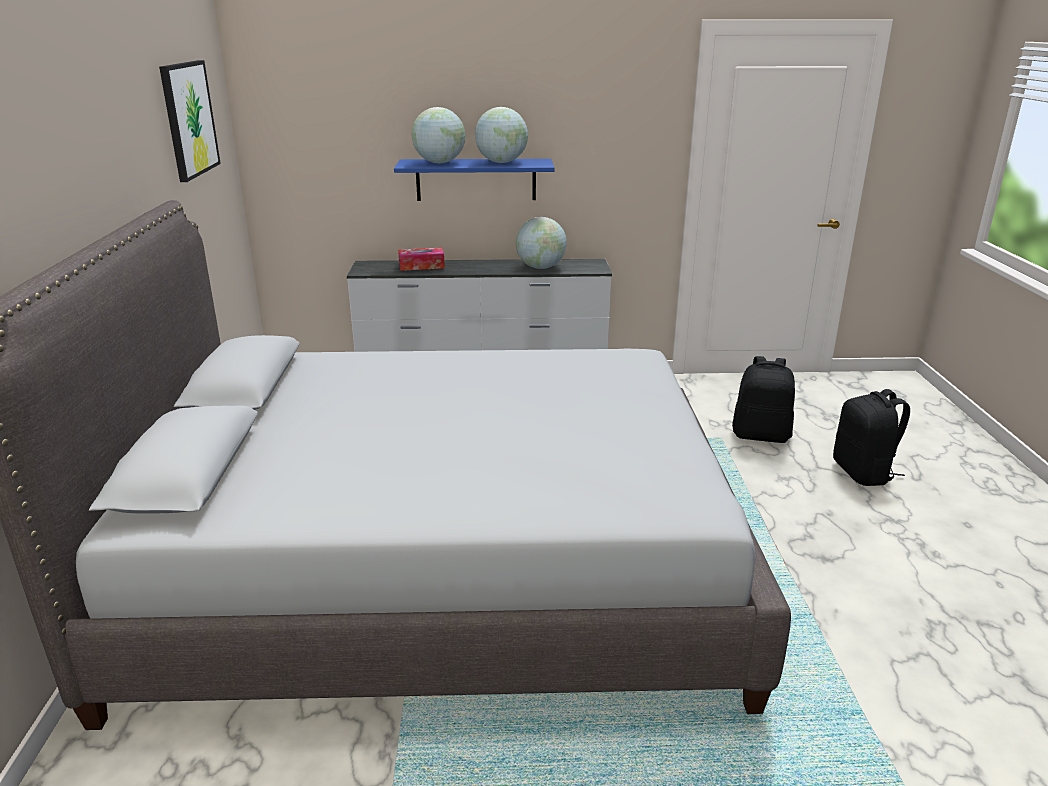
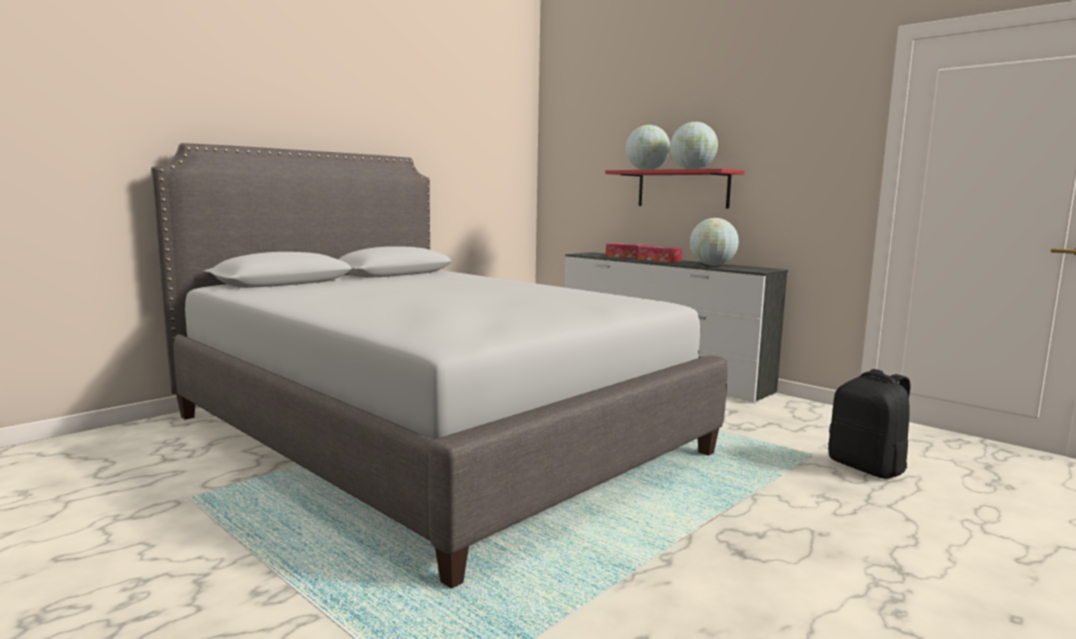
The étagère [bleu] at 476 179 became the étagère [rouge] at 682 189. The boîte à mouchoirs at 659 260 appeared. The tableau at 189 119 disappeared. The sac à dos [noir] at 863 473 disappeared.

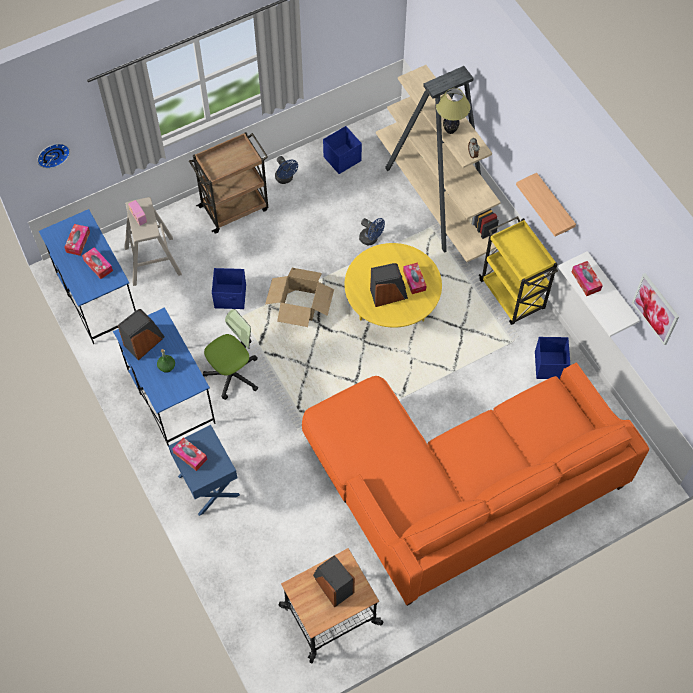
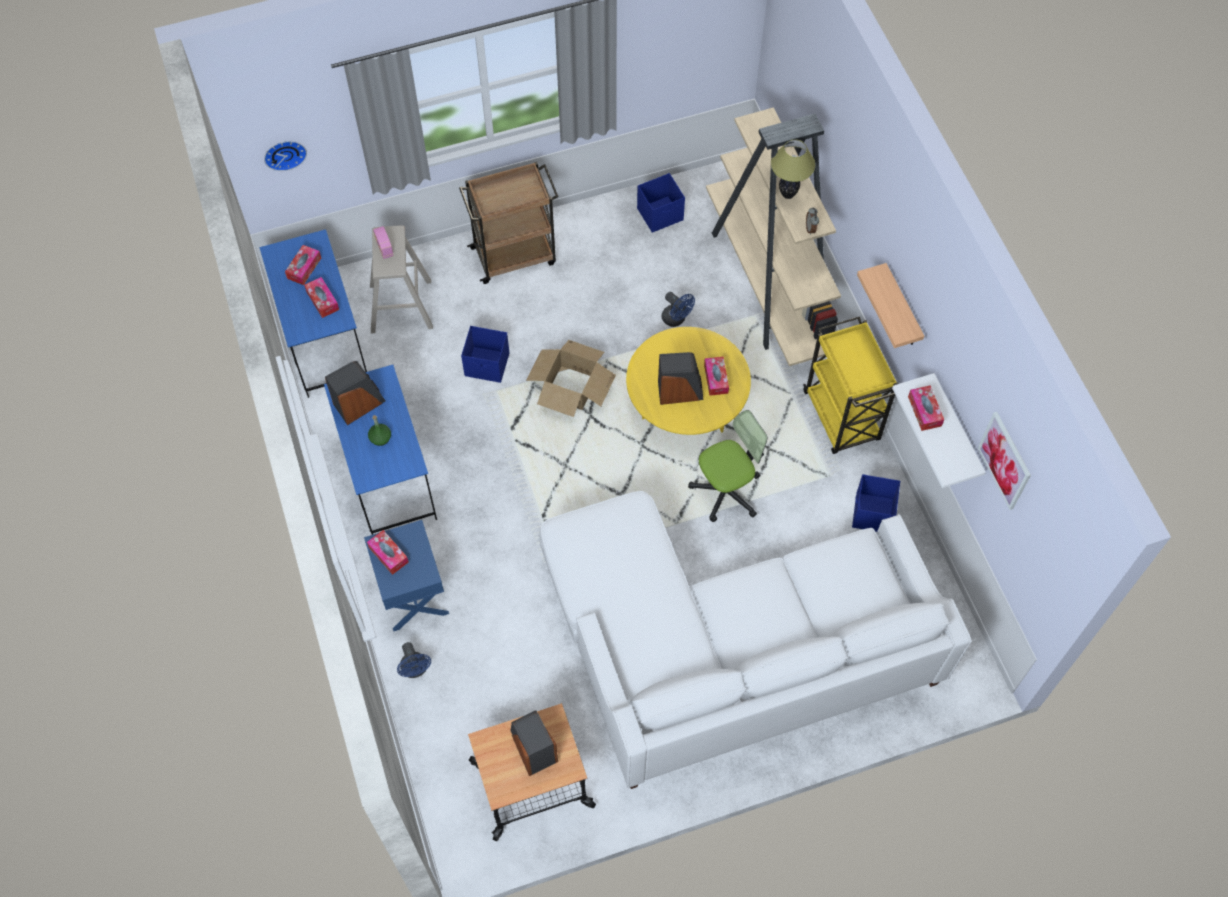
The ventilateur [bleu] moved from 285 179 to 415 670. The canapé [orange] at 459 487 became the canapé [blanc] at 727 649. The chaise de bureau moved from 233 374 to 726 491.

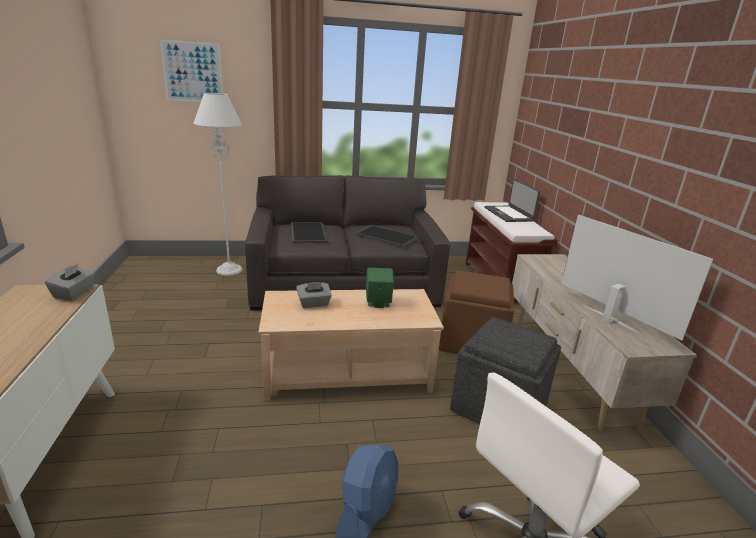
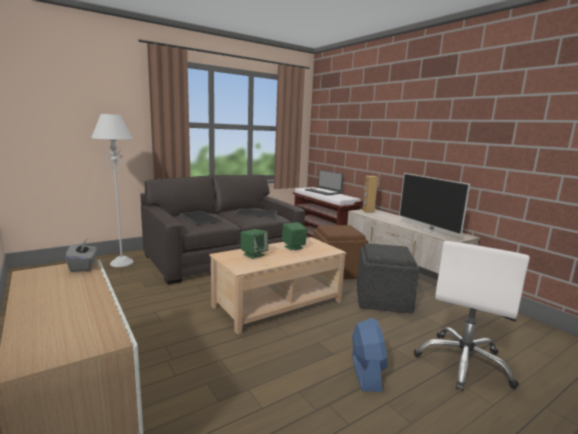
The boîte à mouchoirs [gris] at 314 304 was replaced by the enceinte [vert] at 254 254. The enceinte [marron] at 368 211 appeared. The téléviseur at 609 320 turned 150 degrees counterclockwise. The tableau at 193 72 disappeared.

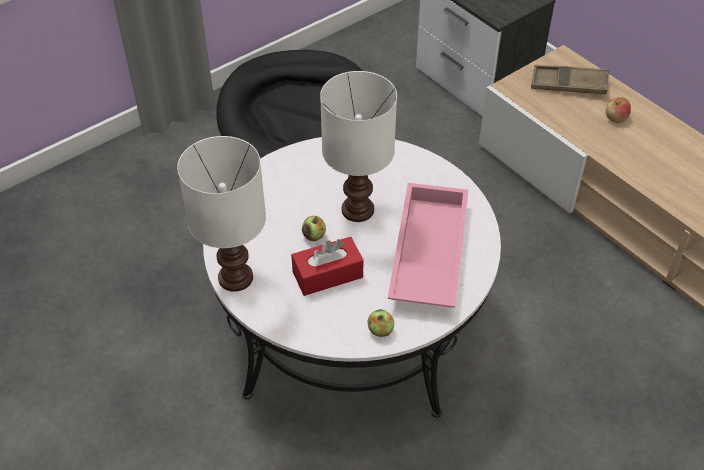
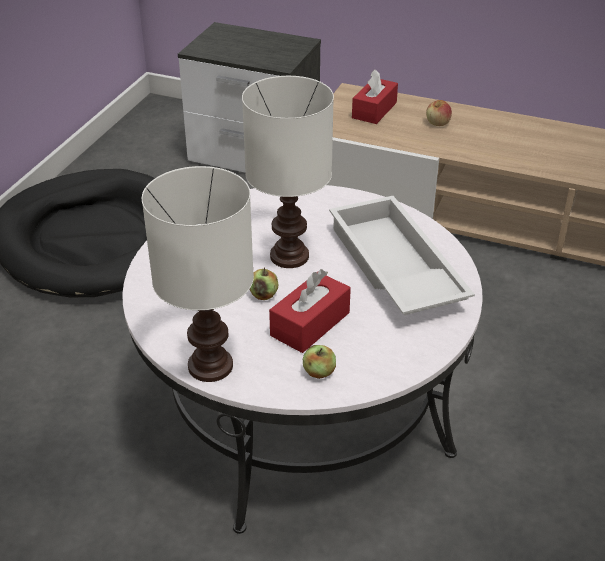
The pomme moved from 380 330 to 319 372. The plateau [rose] at 426 253 became the plateau [blanc] at 392 268. The plateau [marron] at 569 84 was replaced by the boîte à mouchoirs [rouge] at 374 110.

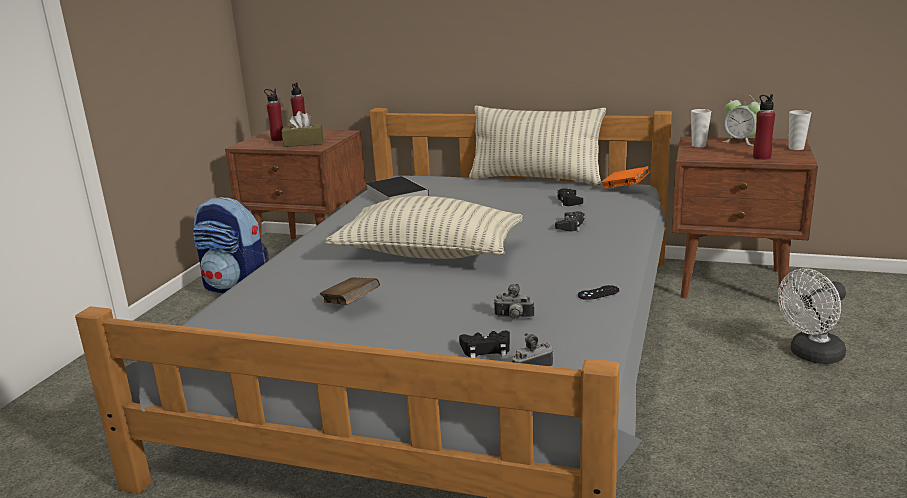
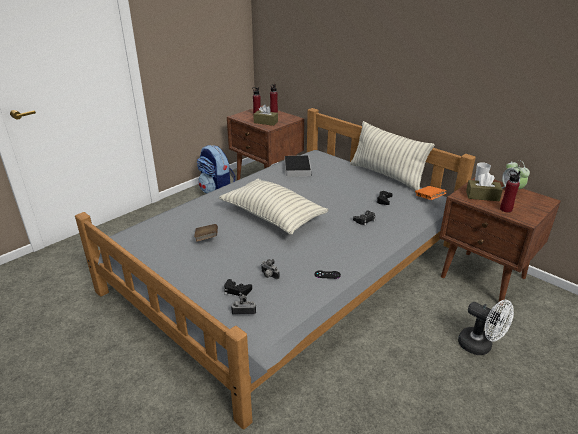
The ventilateur [blanc] at 811 355 turned 135 degrees counterclockwise. The boîte à mouchoirs [marron] at 482 196 appeared. The tasse at 796 148 disappeared.

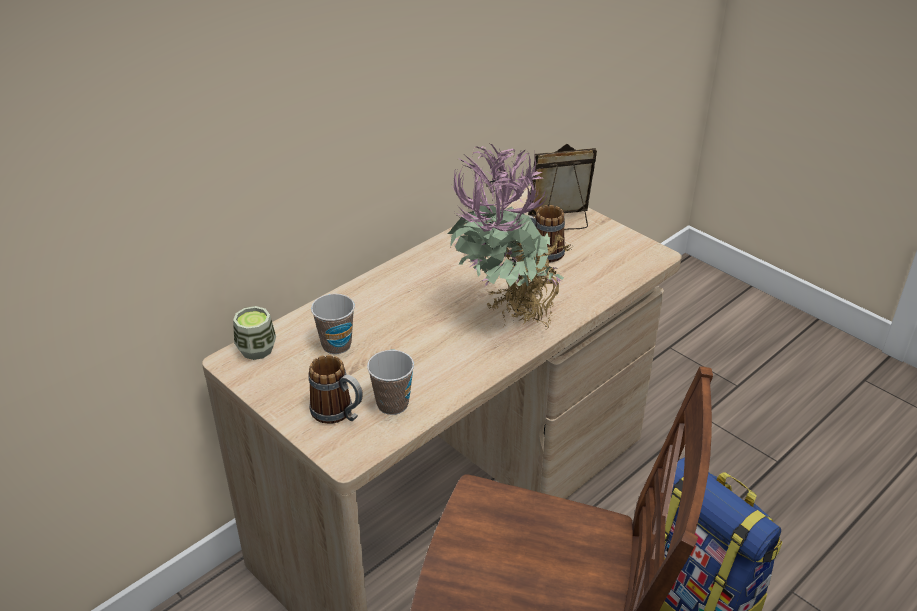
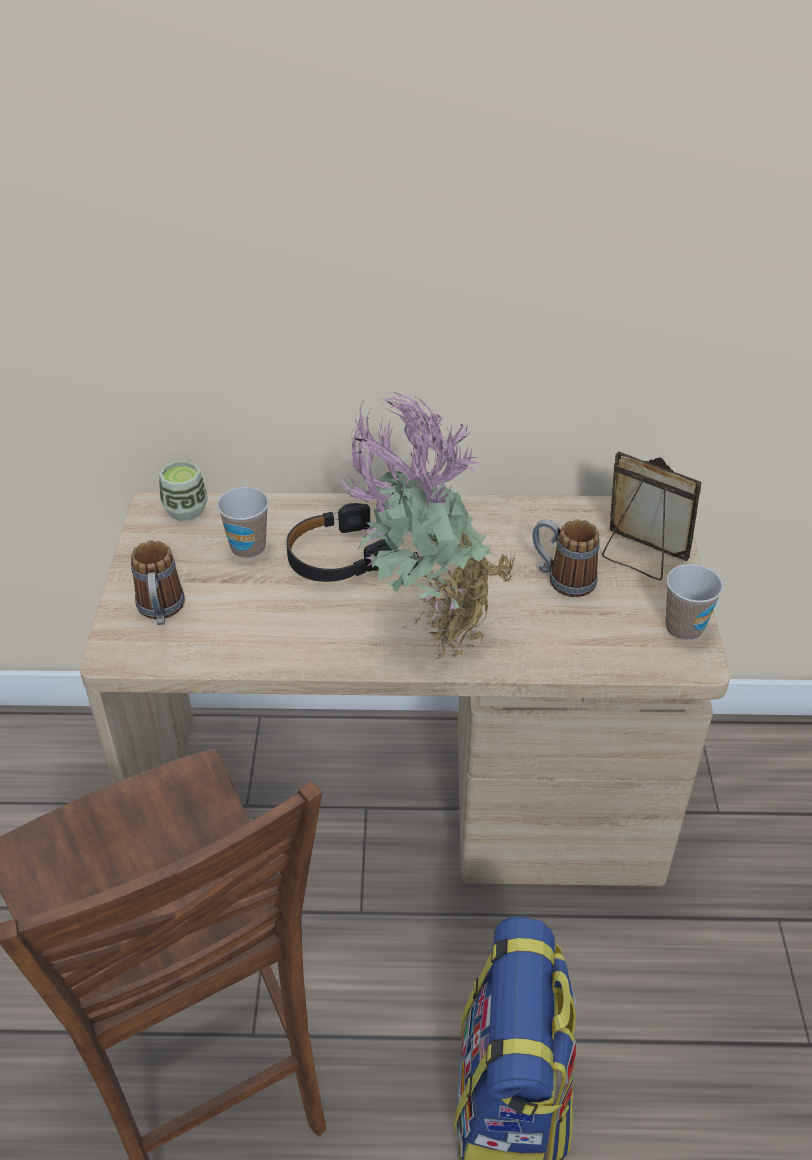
The casque audio [noir] at 336 556 appeared. The tasse moved from 392 404 to 684 628.

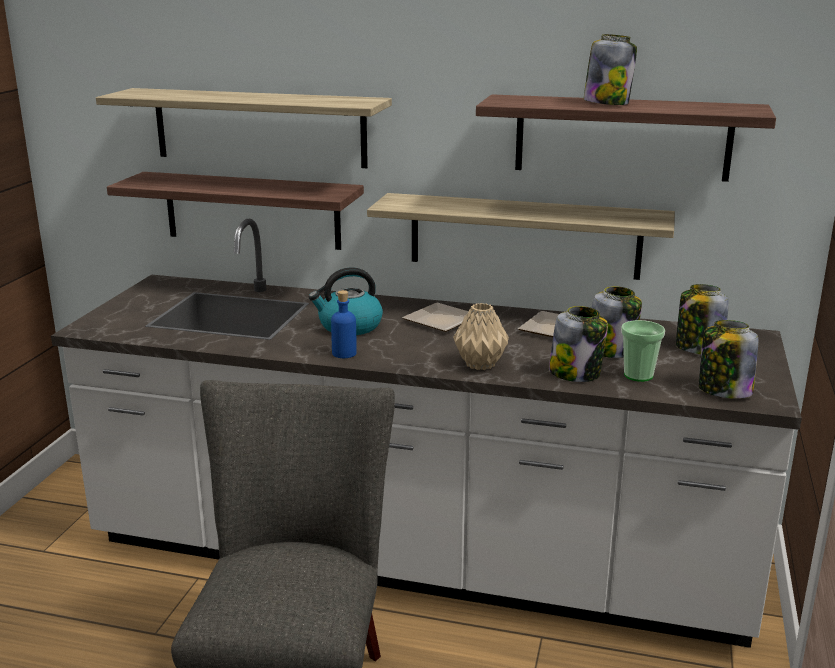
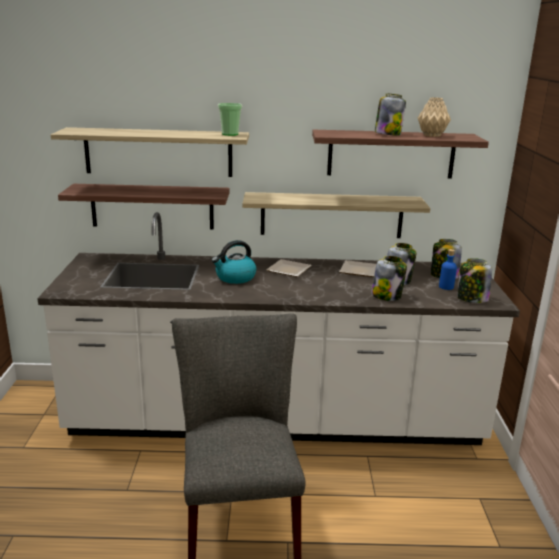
The tasse moved from 638 375 to 230 134. The vase [beige] moved from 480 365 to 432 135. The bouteille [bleu] moved from 344 353 to 446 287.

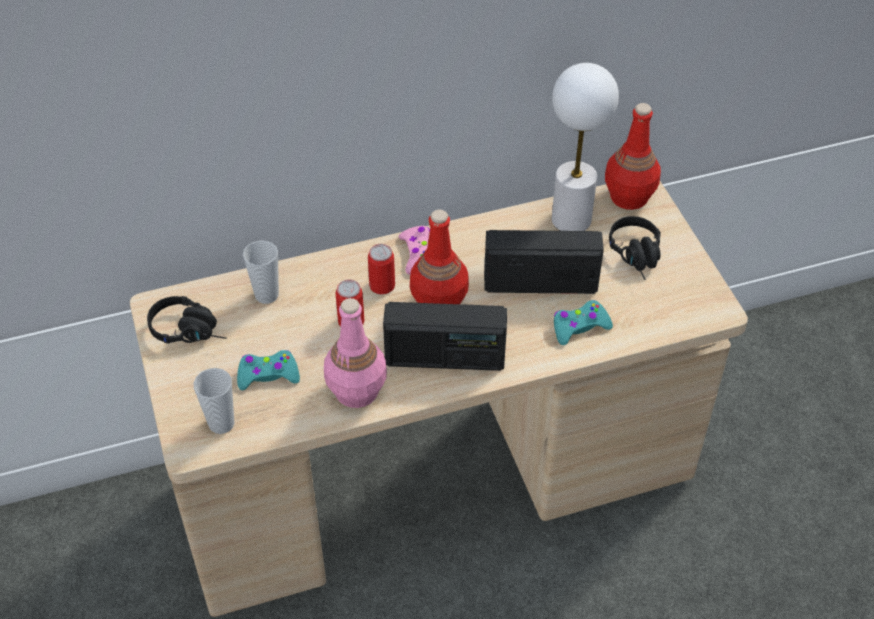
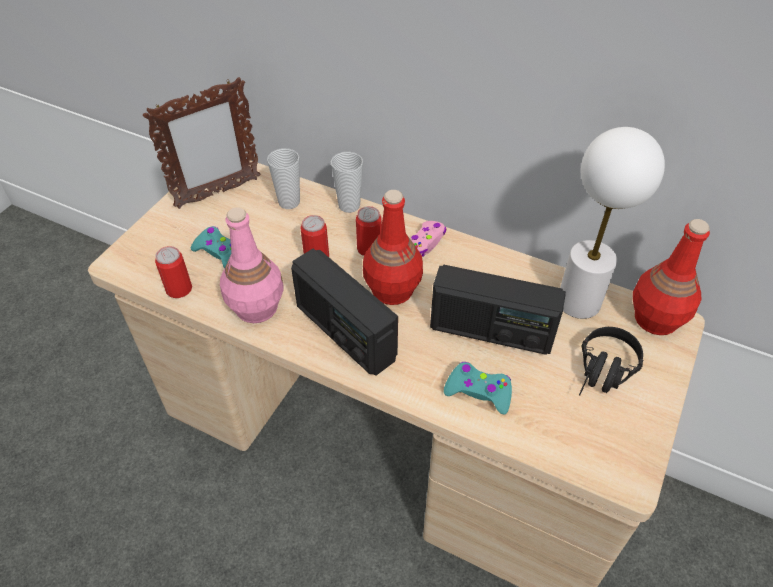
The casque audio [noir] at 192 331 was replaced by the cadre photo at 217 193. The boîte métallique at 179 289 appeared. The tasse moved from 221 423 to 349 205. The radio at 540 282 turned 150 degrees clockwise.

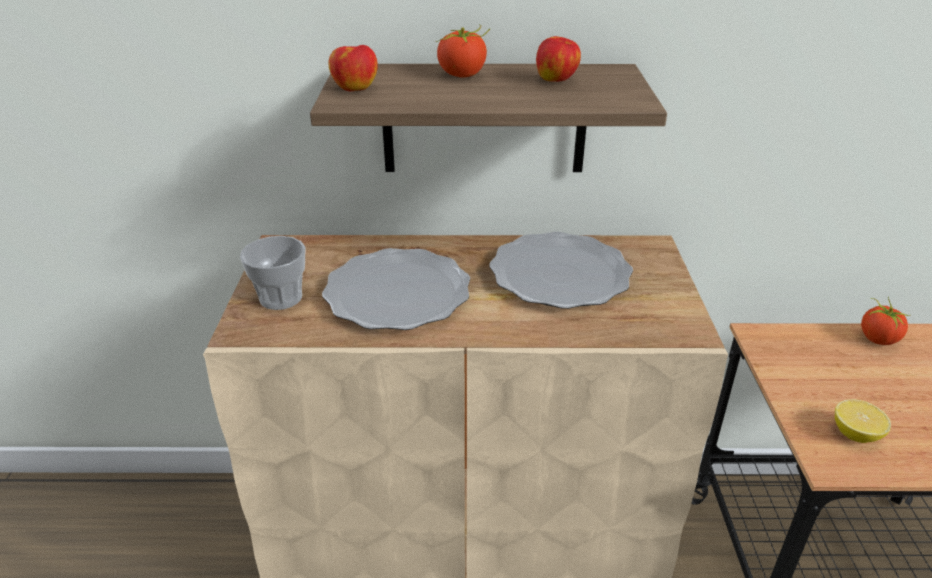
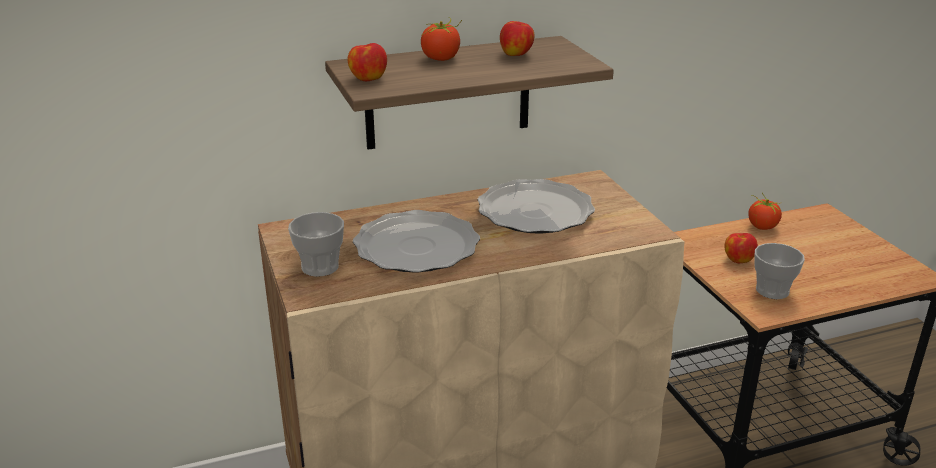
The pomme at 738 259 appeared. The citron at 855 434 was replaced by the tasse at 772 290.

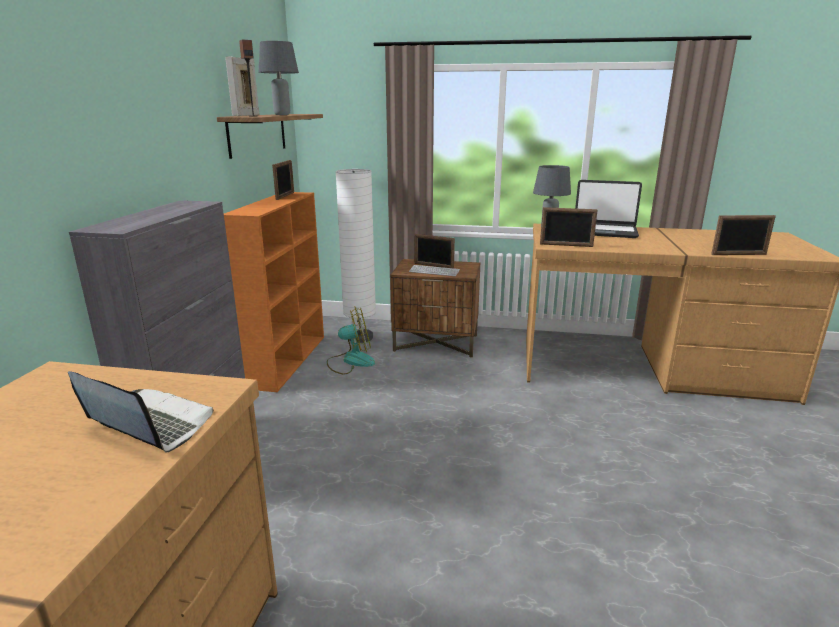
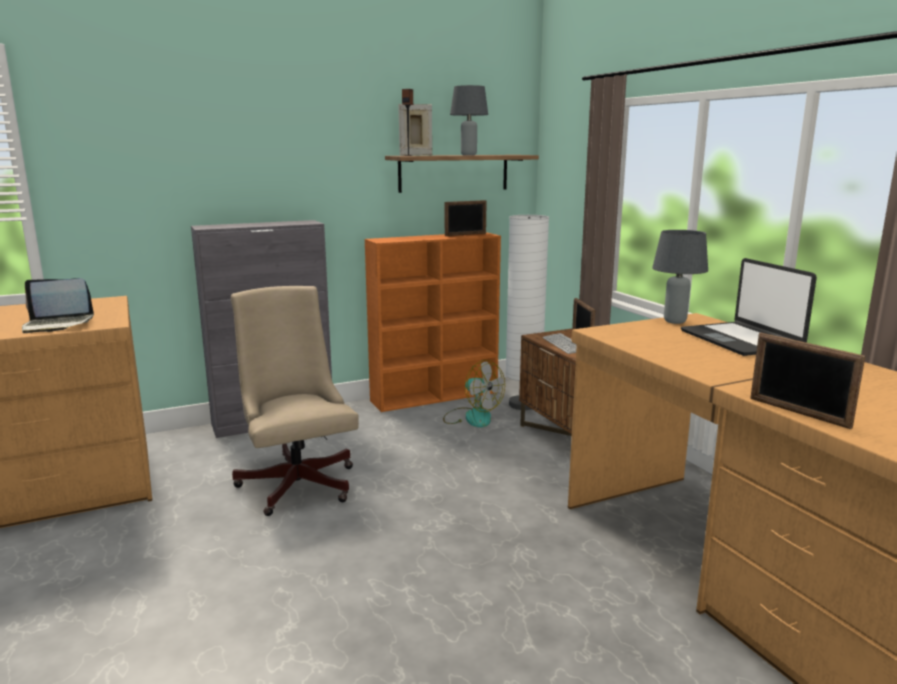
The ordinateur portable at 149 425 turned 90 degrees clockwise. The chaise de bureau [beige] at 297 481 appeared. The cadre photo at 566 245 disappeared.

